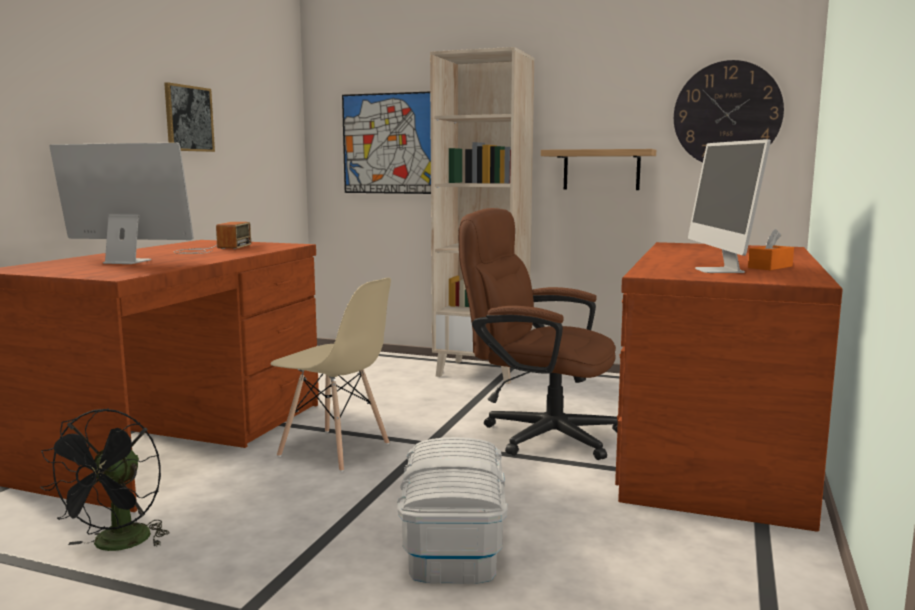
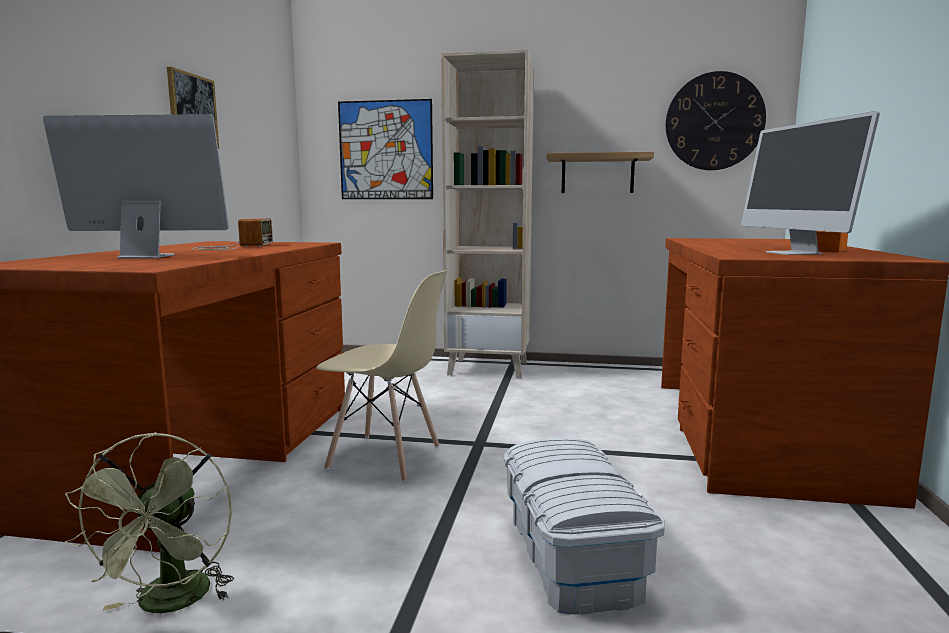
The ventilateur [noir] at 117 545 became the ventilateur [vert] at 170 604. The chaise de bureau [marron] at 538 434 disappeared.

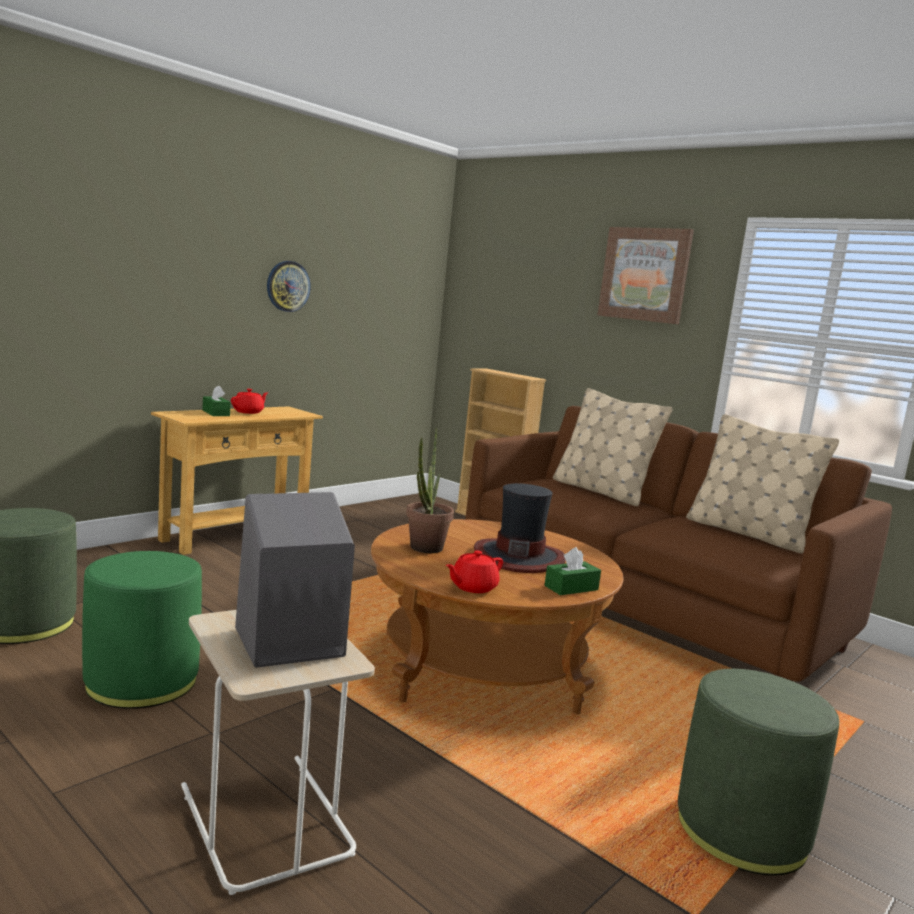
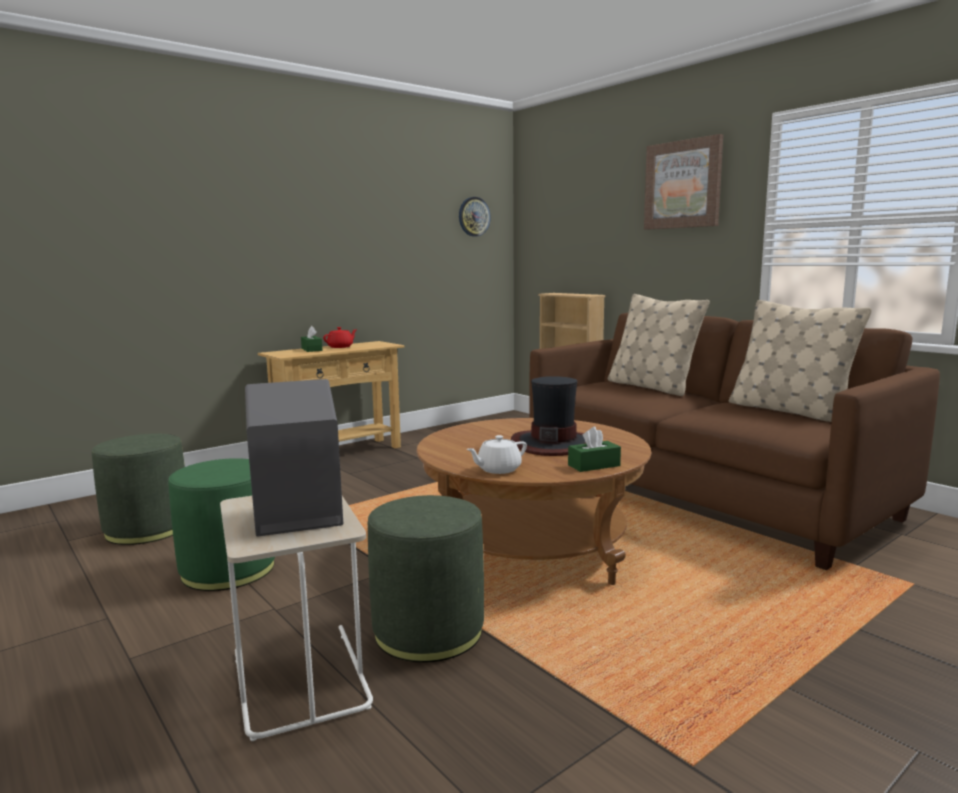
The pouf [vert] moved from 741 830 to 428 631. The horloge murale moved from 288 286 to 474 216. The théière [rouge] at 472 587 became the théière [blanc] at 498 469. The plante en pot at 424 550 disappeared.

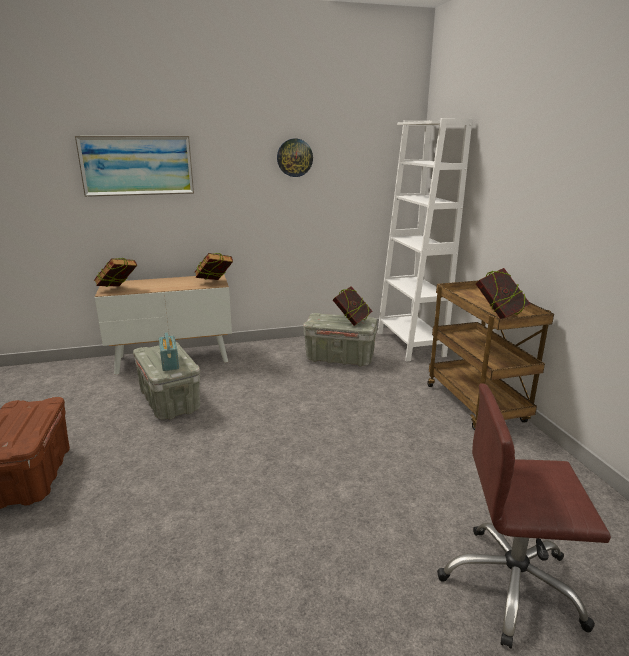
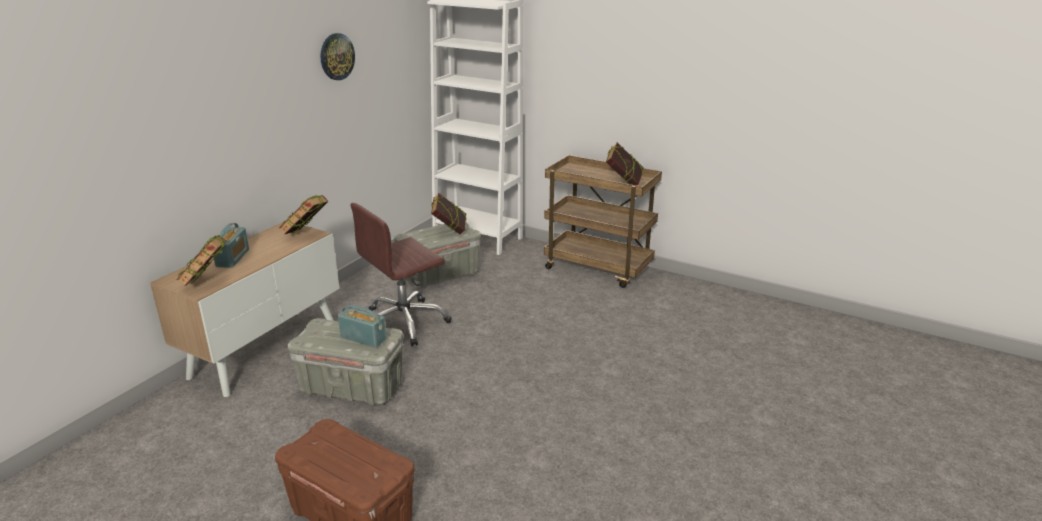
The radio at 233 258 appeared. The chaise de bureau [marron] moved from 511 585 to 404 323. The tableau at 137 165 disappeared.

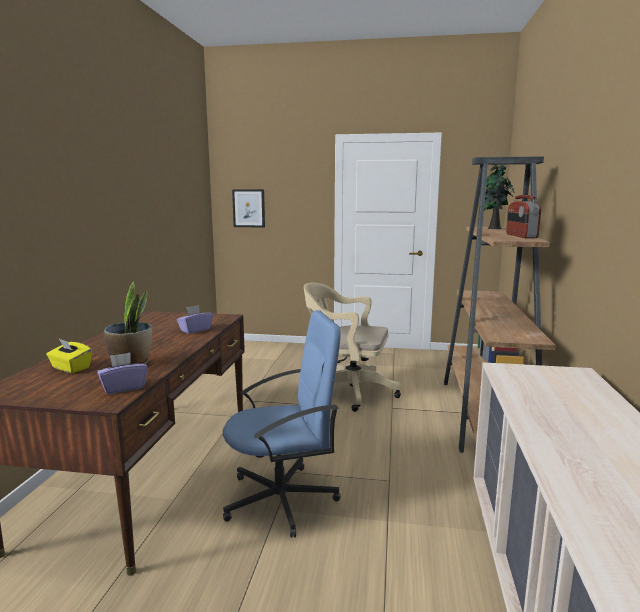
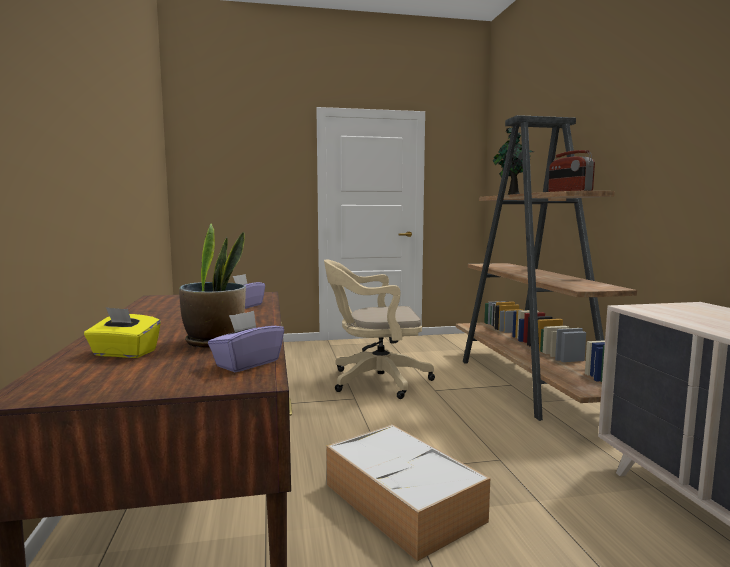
The chaise de bureau [bleu] at 282 499 was replaced by the boîte de rangement at 404 503. The tableau at 248 208 disappeared.

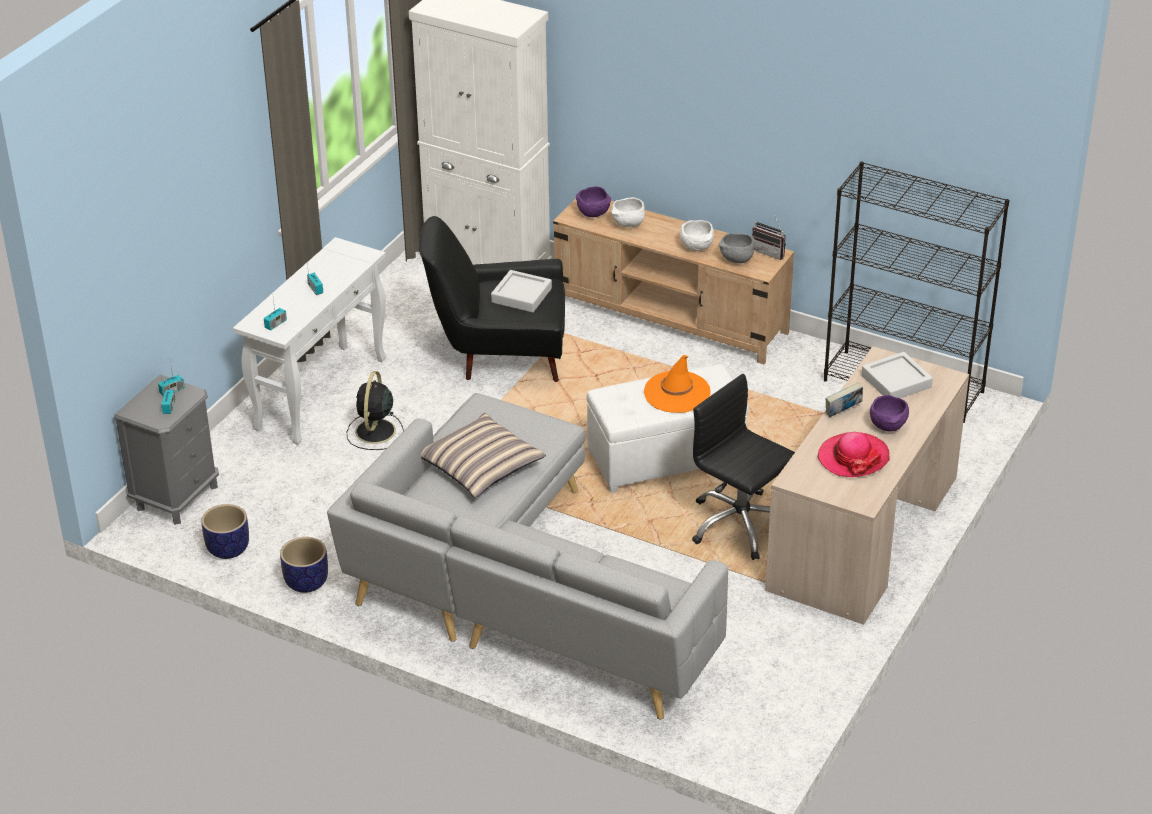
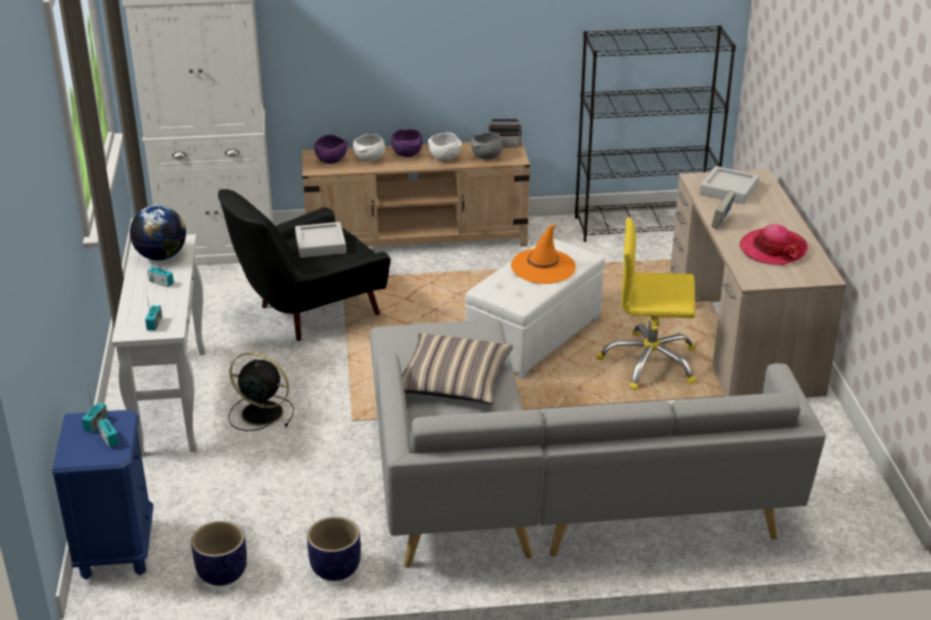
The table de chevet [gris] at 176 497 became the table de chevet [bleu] at 116 548. The globe at 161 256 appeared. The ventilateur [noir] at 375 432 turned 135 degrees clockwise. The bol [violet] moved from 888 427 to 408 155. The chaise de bureau [noir] at 740 525 became the chaise de bureau [jaune] at 649 363.

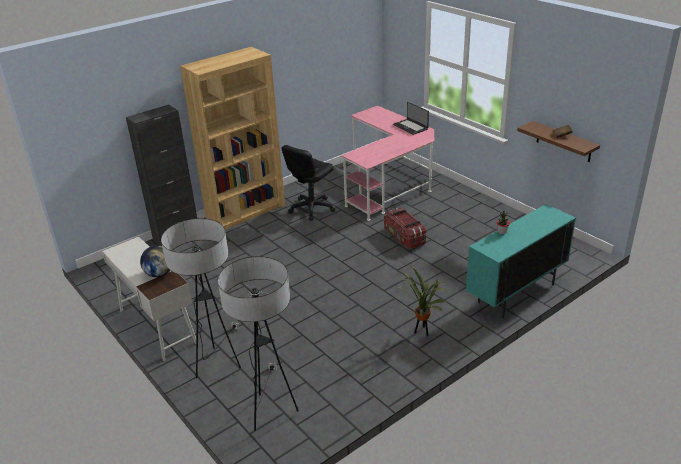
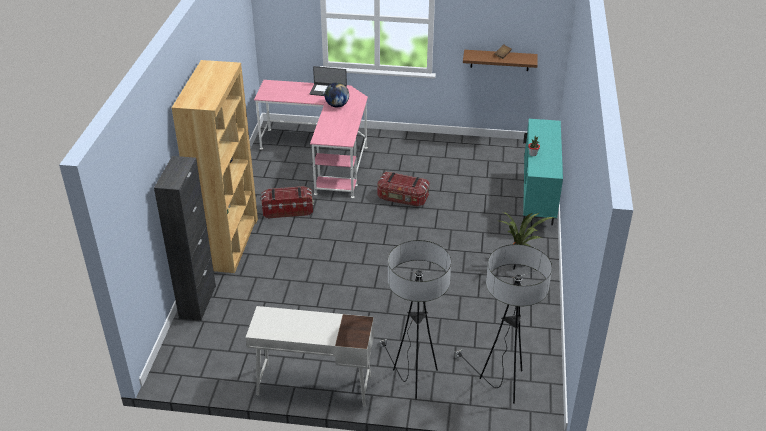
The chaise de bureau [noir] at 311 208 was replaced by the boîte de rangement at 287 210. The globe moved from 159 274 to 337 105.

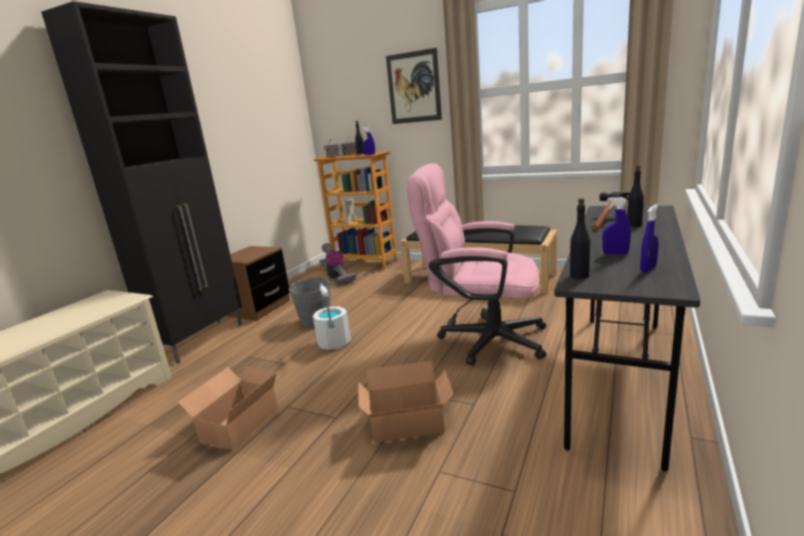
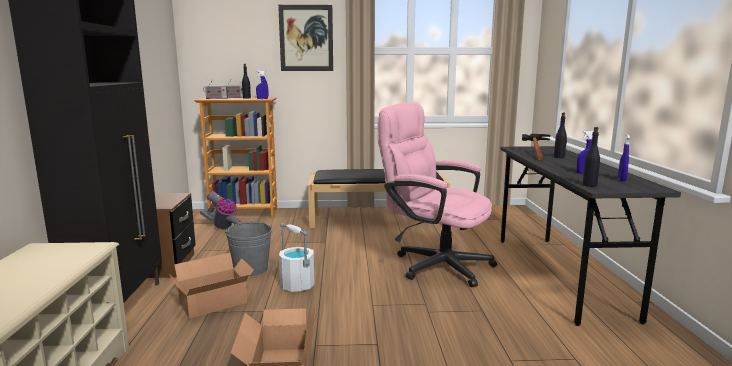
The carton moved from 408 424 to 215 303. The chaise de bureau [rose] at 482 339 turned 45 degrees clockwise.

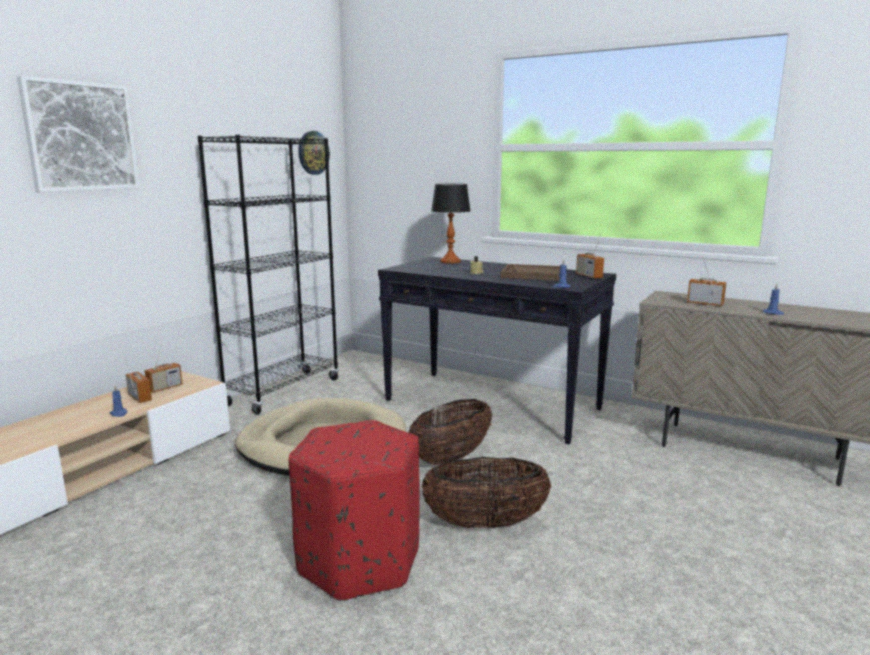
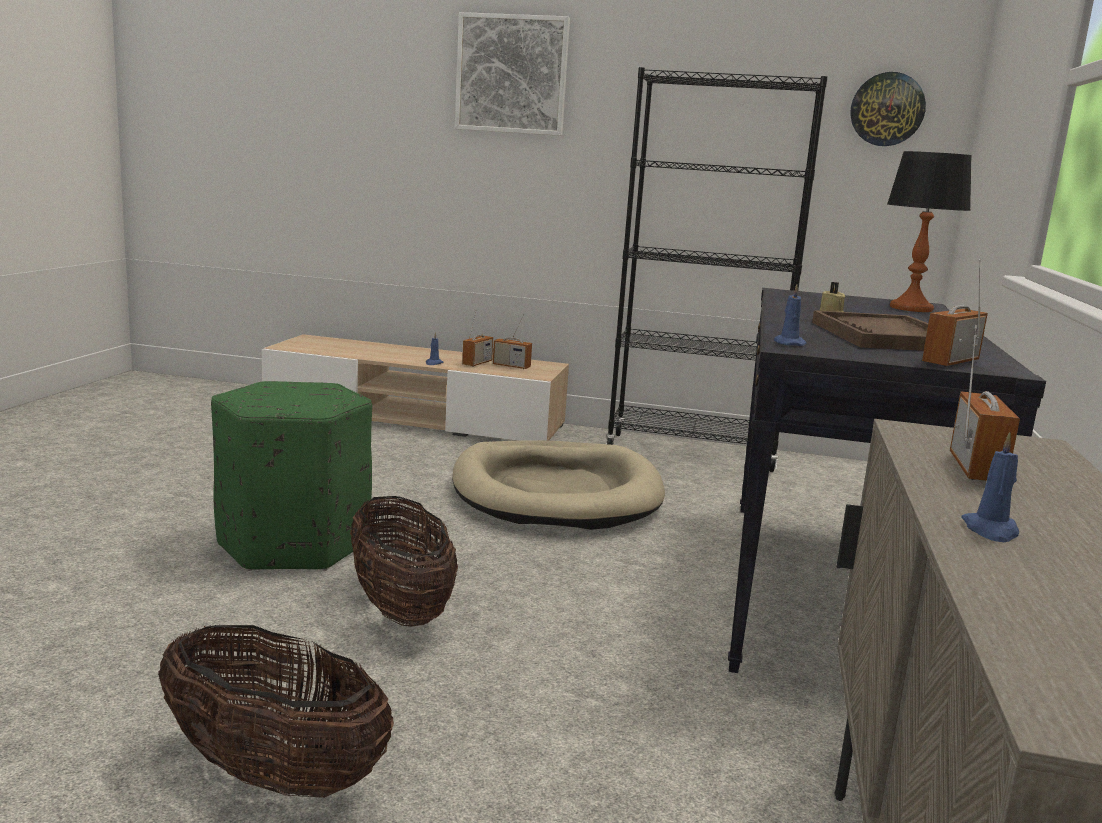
The panier moved from 451 457 to 273 774. The pouf [rouge] at 360 561 became the pouf [vert] at 294 544.

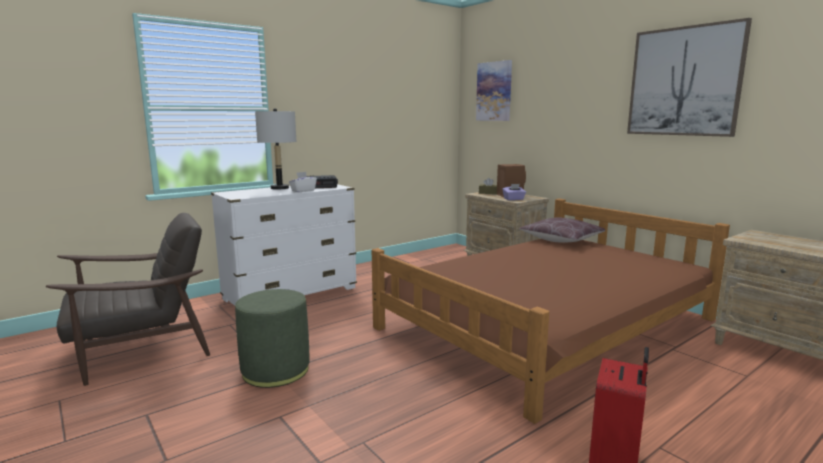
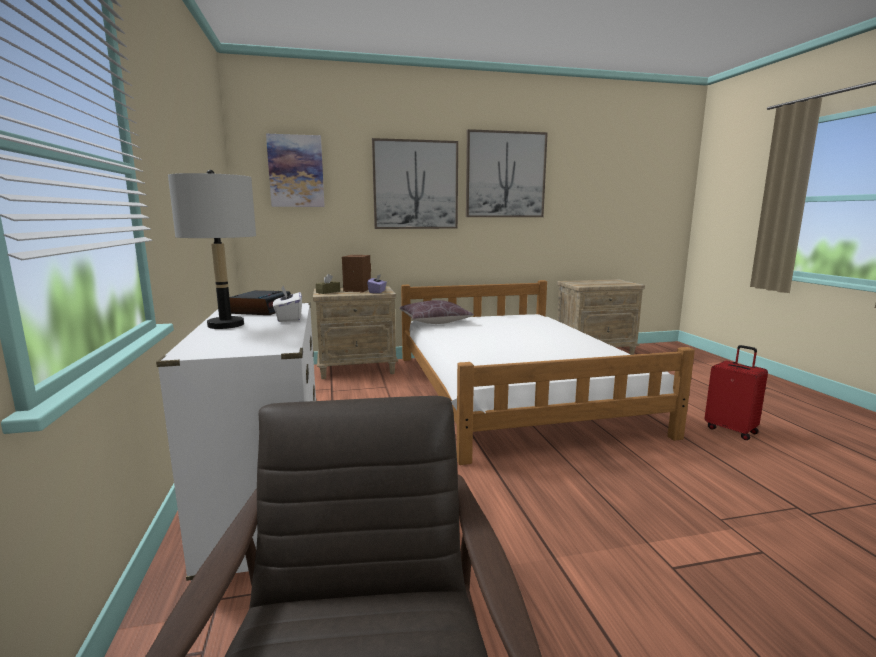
The tableau at 415 185 appeared. The lit [marron] at 547 324 became the lit [blanc] at 513 391. The pouf [vert] at 275 370 disappeared.

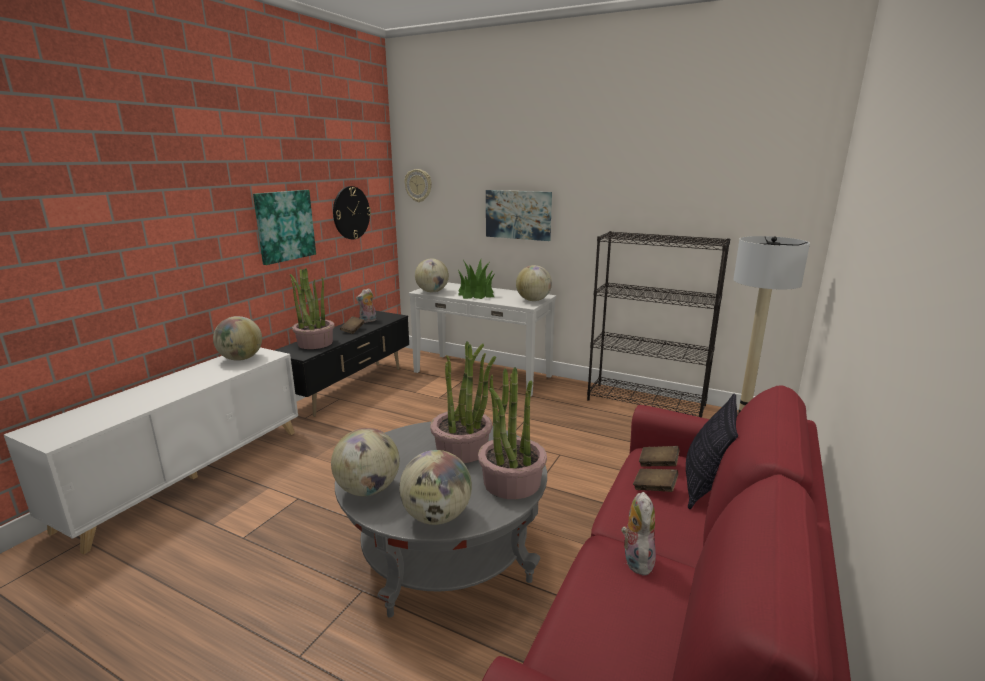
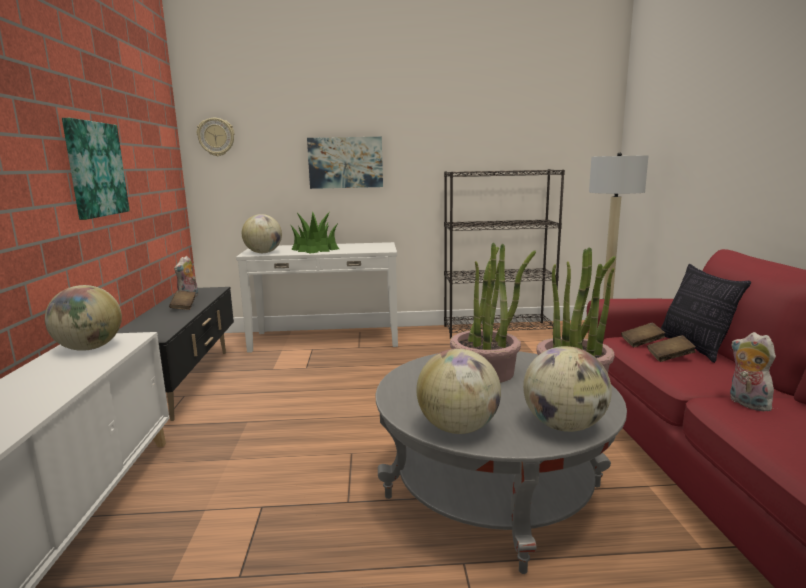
The plante en pot at 315 343 disappeared. The horloge murale at 351 213 disappeared. The globe at 533 300 disappeared.

